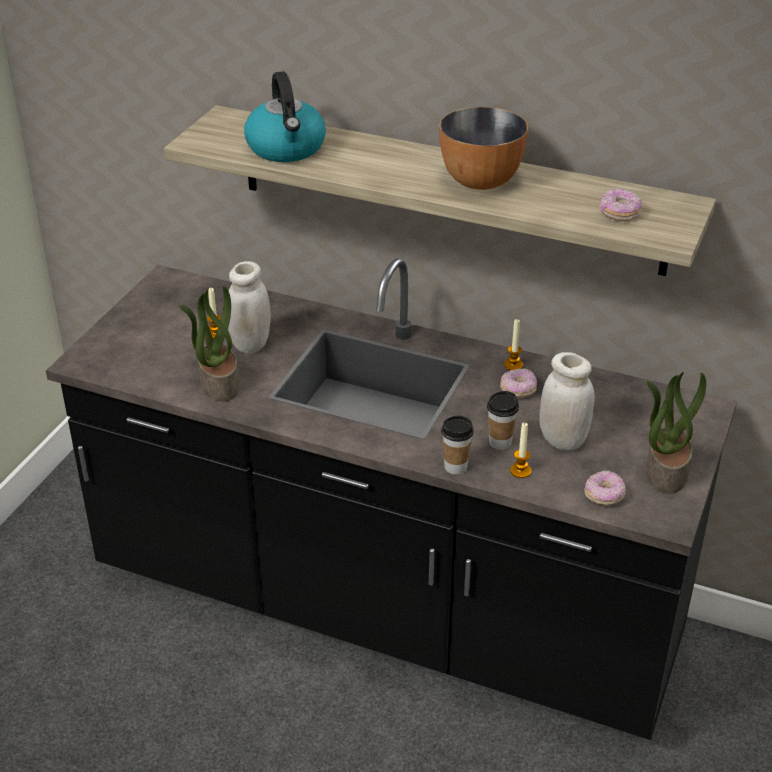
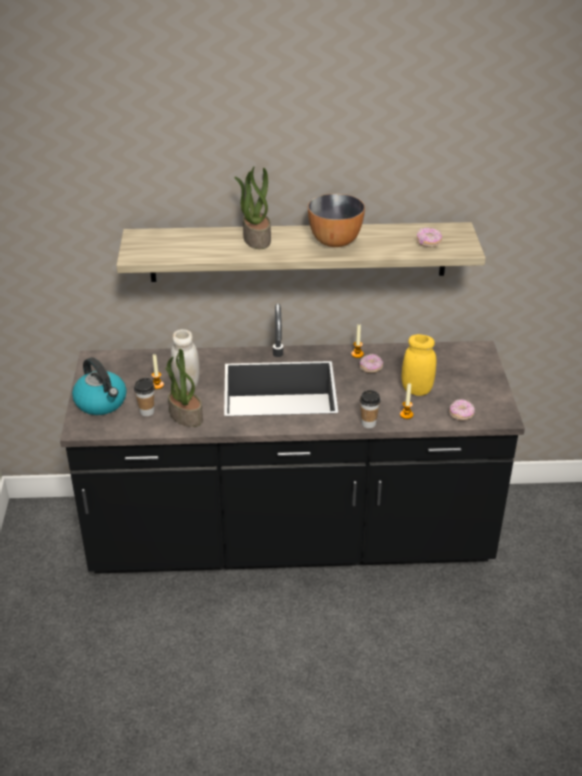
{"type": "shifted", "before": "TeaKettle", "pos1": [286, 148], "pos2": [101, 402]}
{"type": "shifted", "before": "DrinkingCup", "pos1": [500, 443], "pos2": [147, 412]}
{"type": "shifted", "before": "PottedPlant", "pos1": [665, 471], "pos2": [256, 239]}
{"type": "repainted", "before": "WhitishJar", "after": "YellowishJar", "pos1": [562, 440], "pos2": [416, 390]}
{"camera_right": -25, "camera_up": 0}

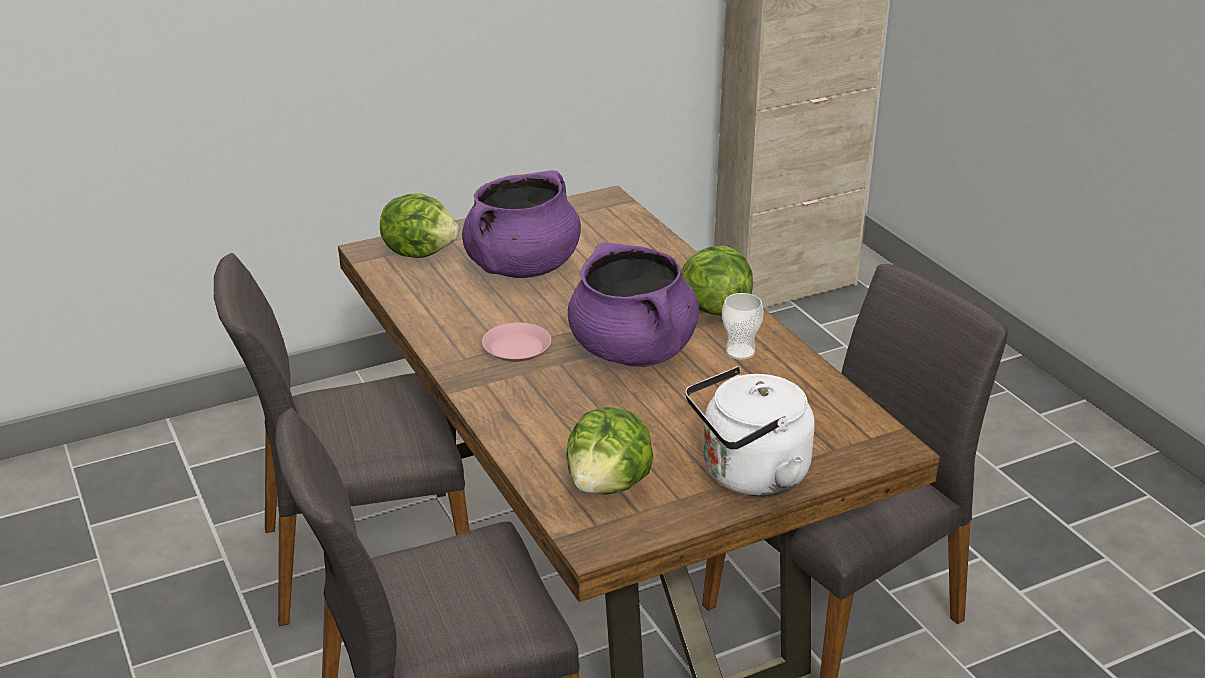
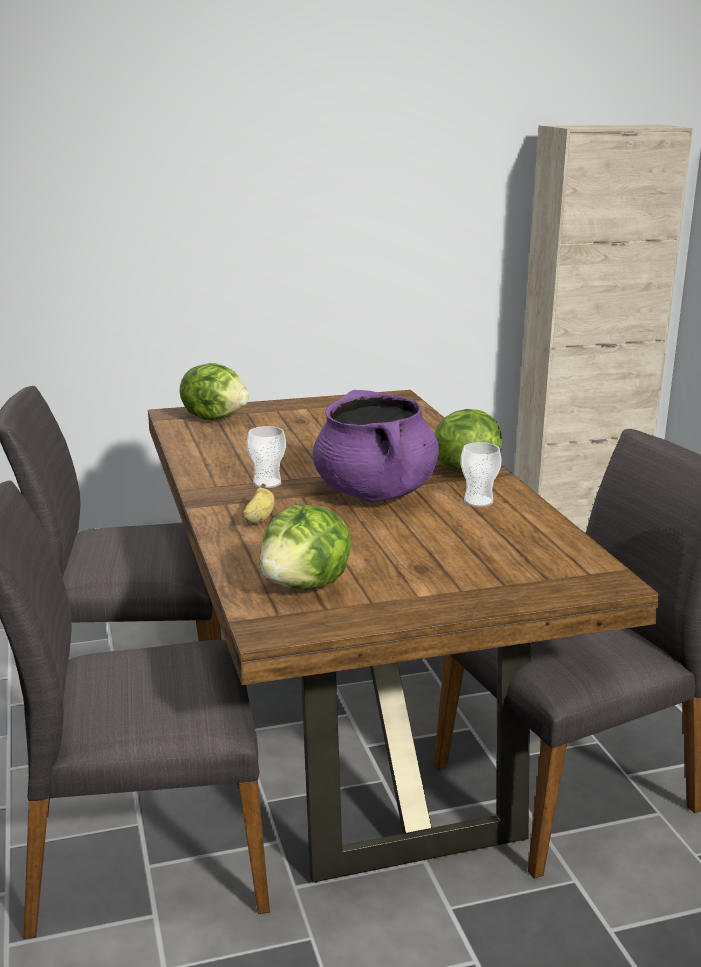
{"type": "new", "after": "Banana", "pos2": [259, 519]}
{"type": "swapped", "before": "PinkFlatDish", "after": "DrinkingCup", "pos1": [516, 348], "pos2": [267, 483]}
{"type": "gone", "before": "PurplishStockpot", "pos1": [522, 267]}
{"type": "gone", "before": "WhitishTeaKettle", "pos1": [749, 476]}
{"camera_right": 10, "camera_up": -10}

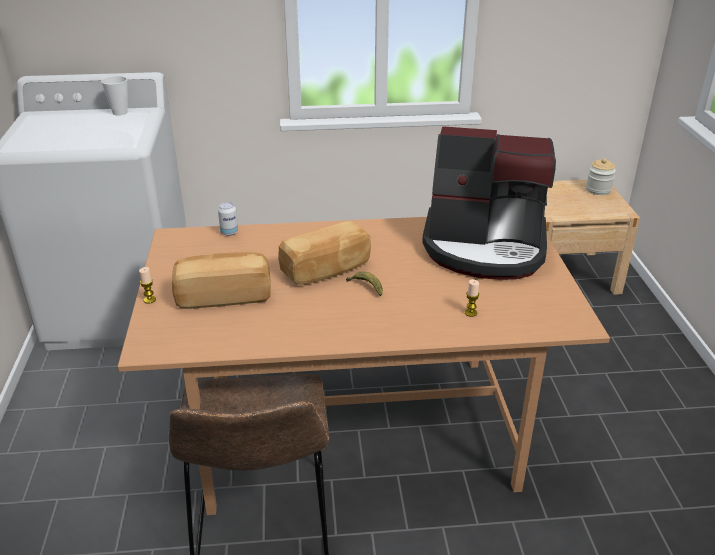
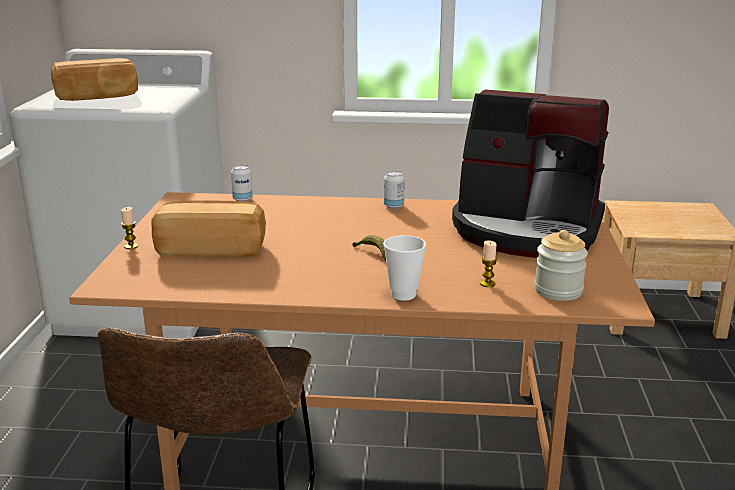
{"type": "shifted", "before": "BakeryBread", "pos1": [327, 270], "pos2": [97, 97]}
{"type": "shifted", "before": "DrinkingCup", "pos1": [120, 112], "pos2": [403, 295]}
{"type": "new", "after": "Can", "pos2": [393, 206]}
{"type": "shifted", "before": "Jar", "pos1": [598, 190], "pos2": [558, 291]}
{"camera_right": 10, "camera_up": -10}

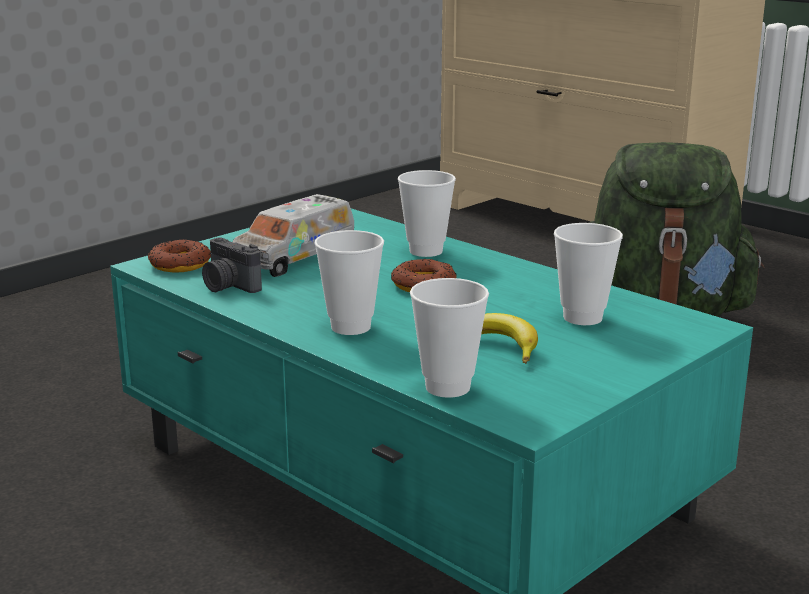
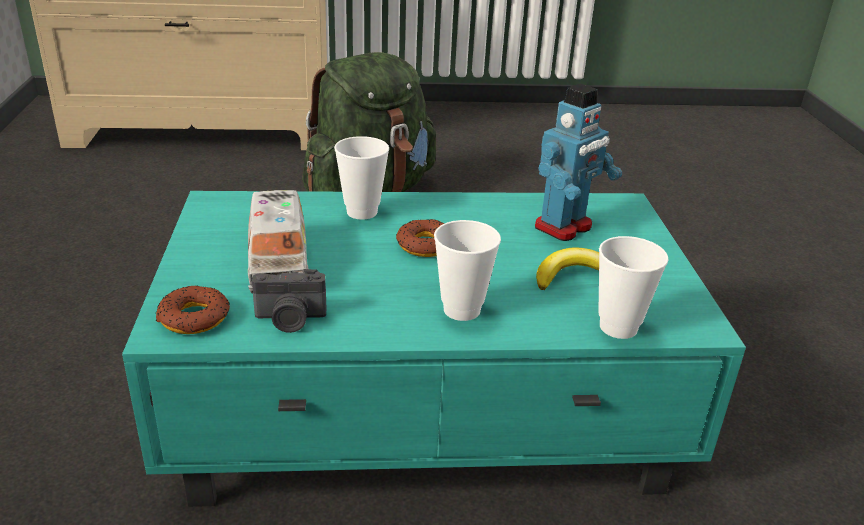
{"type": "swapped", "before": "DrinkingCup", "after": "ModelRobot", "pos1": [582, 317], "pos2": [564, 227]}
{"camera_right": -50, "camera_up": 10}

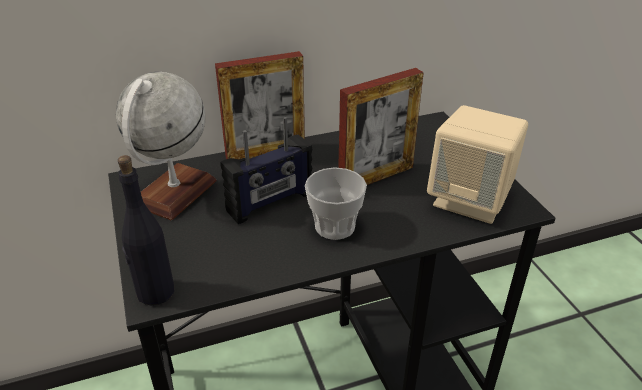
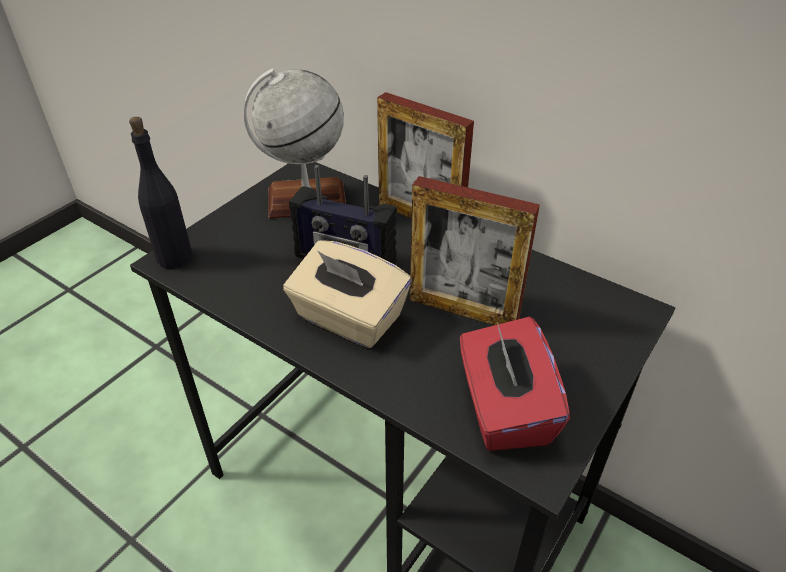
{"type": "swapped", "before": "DrinkingCup", "after": "BeigeColouredTissueHolder", "pos1": [335, 226], "pos2": [348, 319]}
{"type": "swapped", "before": "BeigeColouredSpeaker", "after": "RedColouredTissueHolder", "pos1": [470, 200], "pos2": [503, 409]}
{"camera_right": 55, "camera_up": 5}

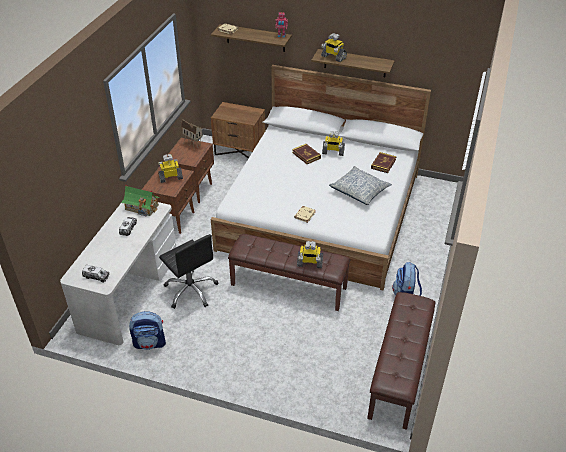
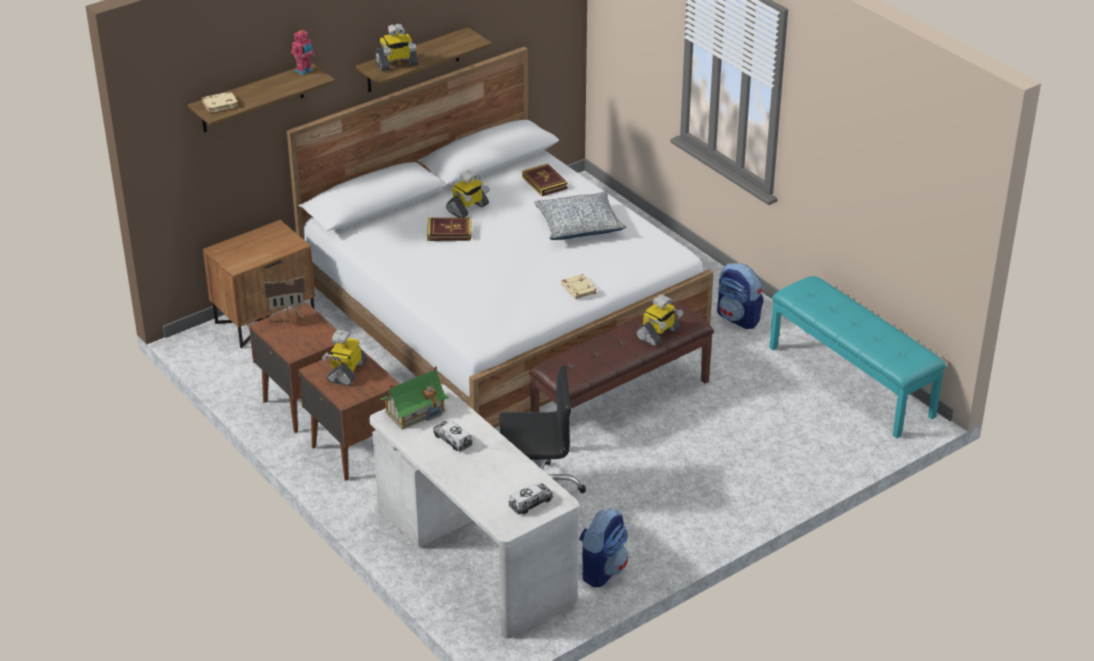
{"type": "repainted", "before": "BrownishIndoorBench", "after": "TurquoiseColouredIndoorBench", "pos1": [400, 372], "pos2": [851, 381]}
{"camera_right": -55, "camera_up": -5}

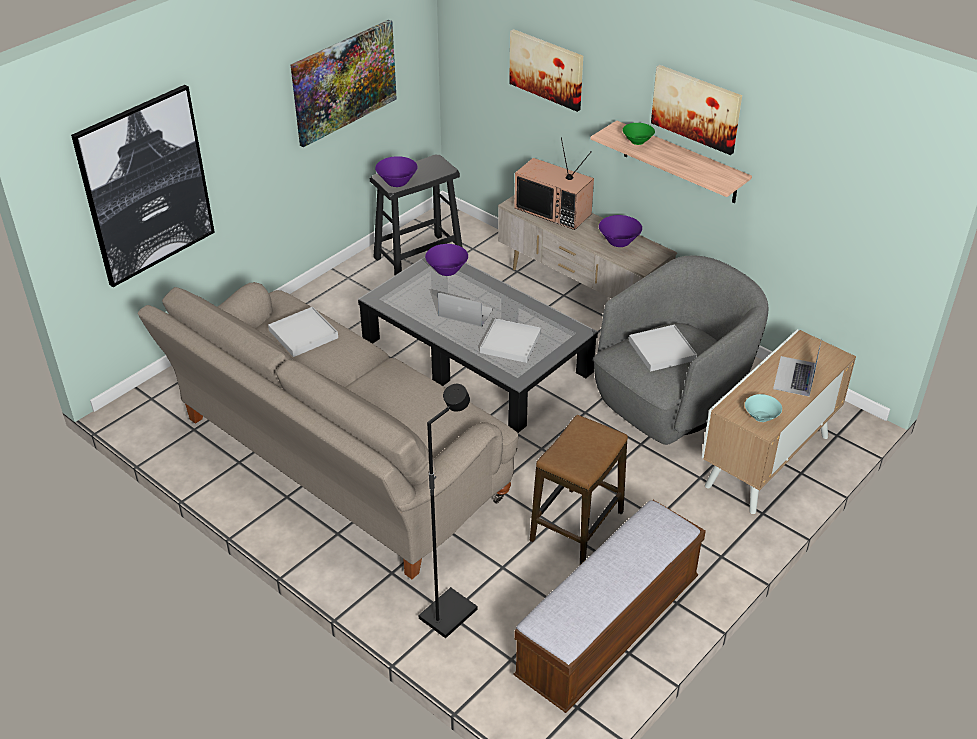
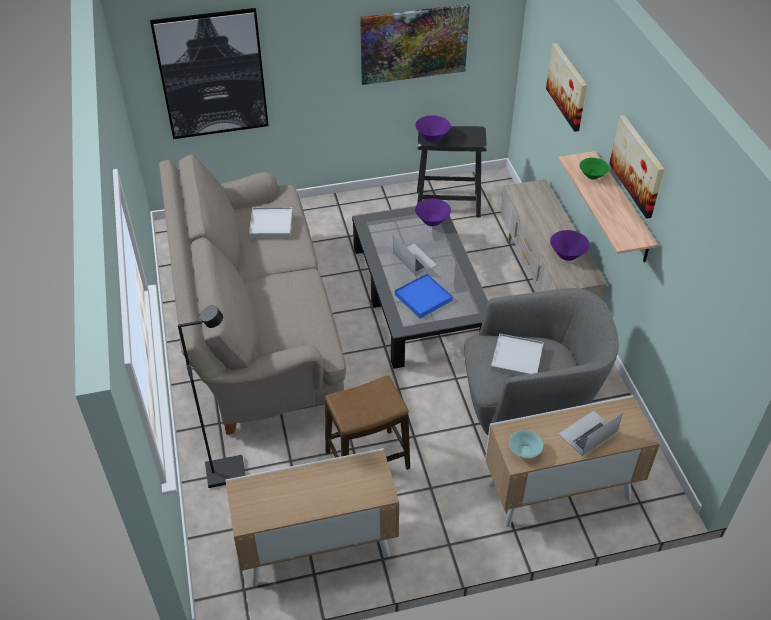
{"type": "swapped", "before": "IndoorBench", "after": "Cabinet", "pos1": [608, 629], "pos2": [316, 548]}
{"type": "repainted", "before": "WhitishTray", "after": "BlueColouredTray", "pos1": [510, 343], "pos2": [423, 297]}
{"type": "gone", "before": "TvSet", "pos1": [554, 211]}
{"camera_right": 35, "camera_up": 5}

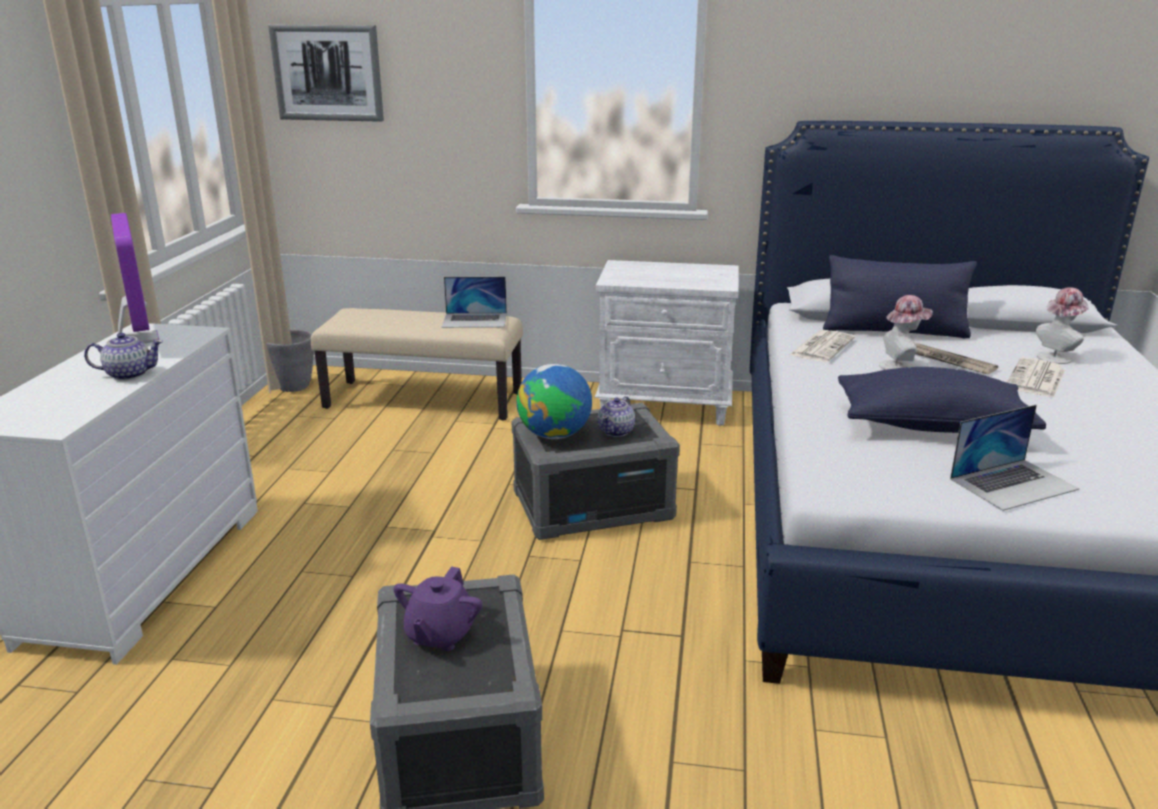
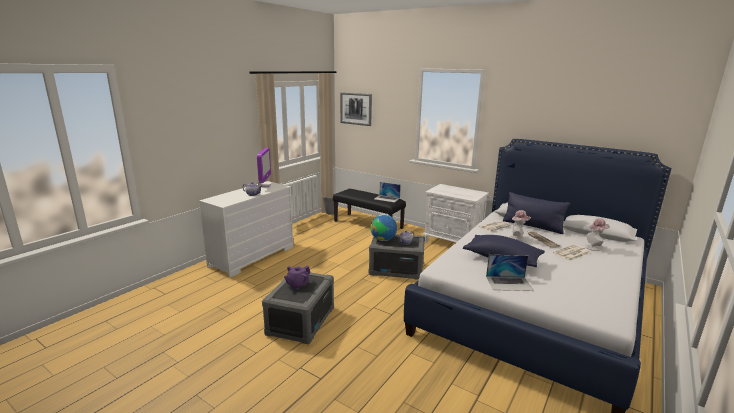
{"type": "repainted", "before": "BeigeColouredIndoorBench", "after": "BlackishIndoorBench", "pos1": [424, 400], "pos2": [368, 224]}
{"camera_right": 25, "camera_up": -5}

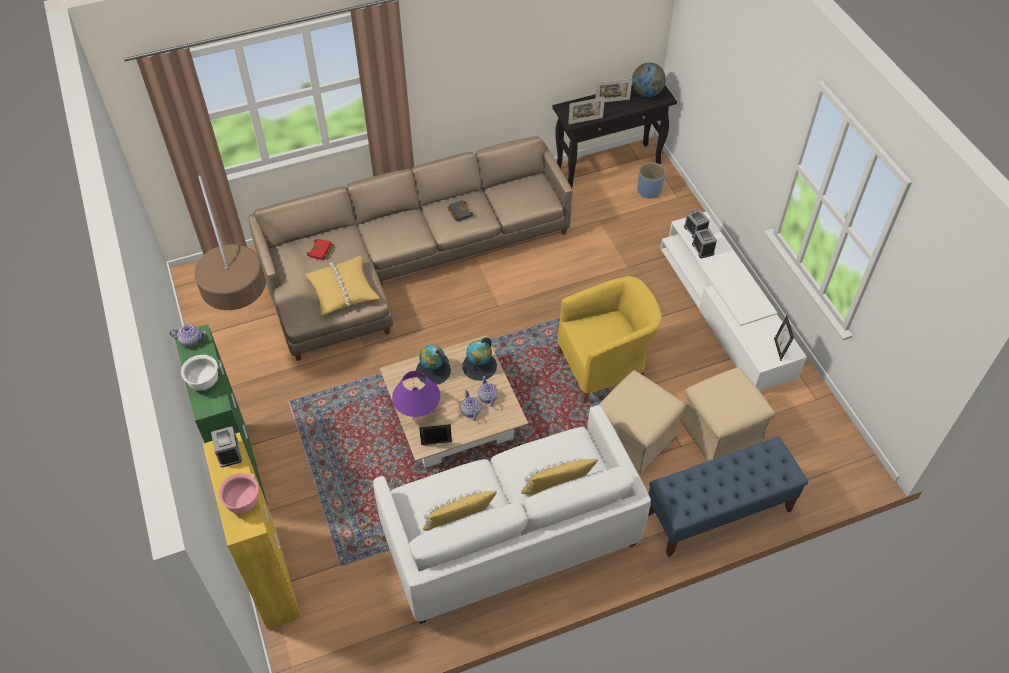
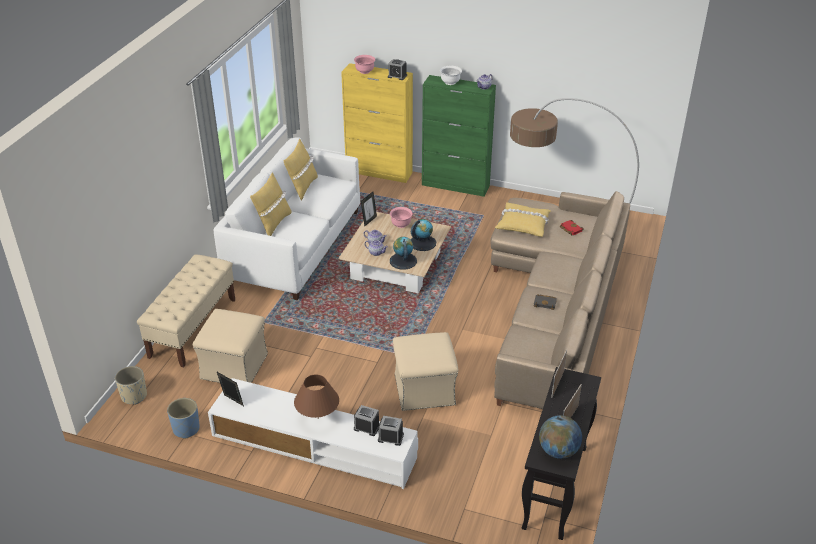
{"type": "new", "after": "BeigeColouredPlantPot", "pos2": [134, 396]}
{"type": "repainted", "before": "BlueColouredIndoorBench", "after": "BeigeColouredIndoorBench", "pos1": [718, 512], "pos2": [193, 327]}
{"type": "shifted", "before": "BlueColouredPlantPot", "pos1": [649, 191], "pos2": [186, 429]}
{"type": "new", "after": "BrownishTableLamp", "pos2": [318, 418]}
{"type": "swapped", "before": "PurplishTableLamp", "after": "PinkDeepDish", "pos1": [418, 411], "pos2": [401, 225]}
{"type": "shifted", "before": "BeigeColouredOttoman", "pos1": [635, 437], "pos2": [423, 390]}
{"type": "gone", "before": "YellowishLoungeChair", "pos1": [605, 367]}
{"camera_right": 130, "camera_up": -15}

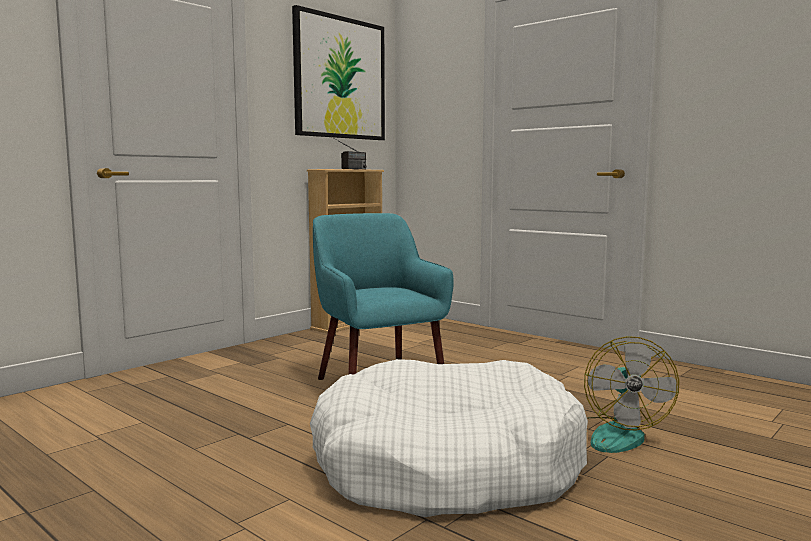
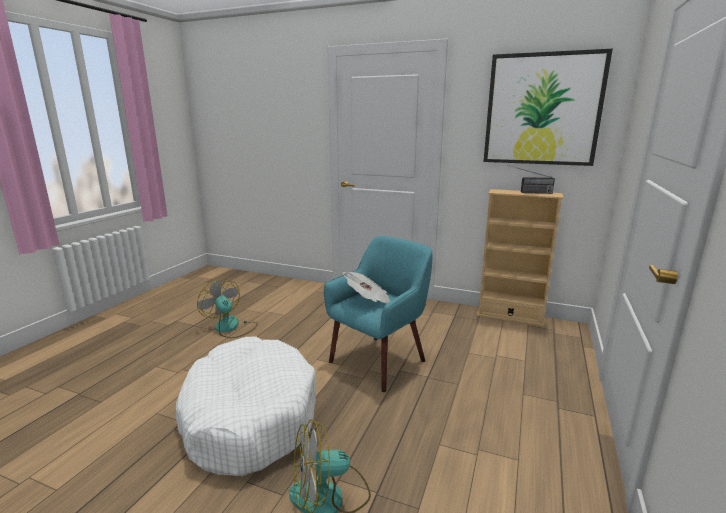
{"type": "new", "after": "CoolingFan", "pos2": [231, 328]}
{"type": "new", "after": "PrintedPaper", "pos2": [368, 300]}
{"camera_right": 70, "camera_up": 10}

